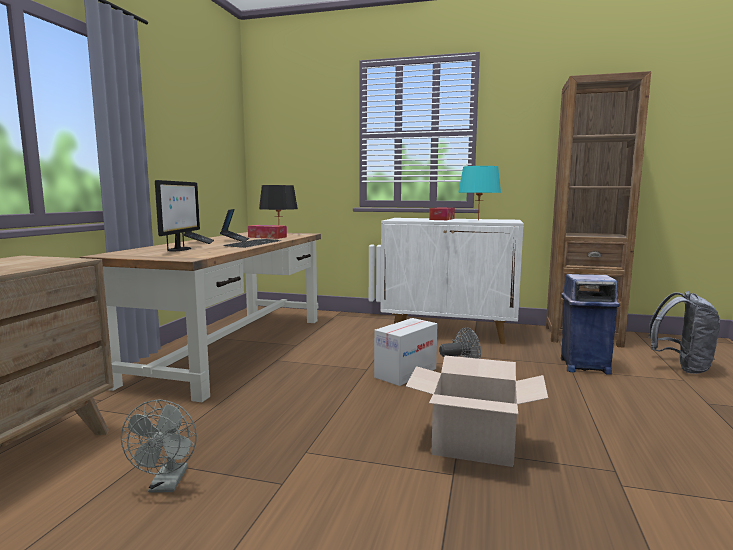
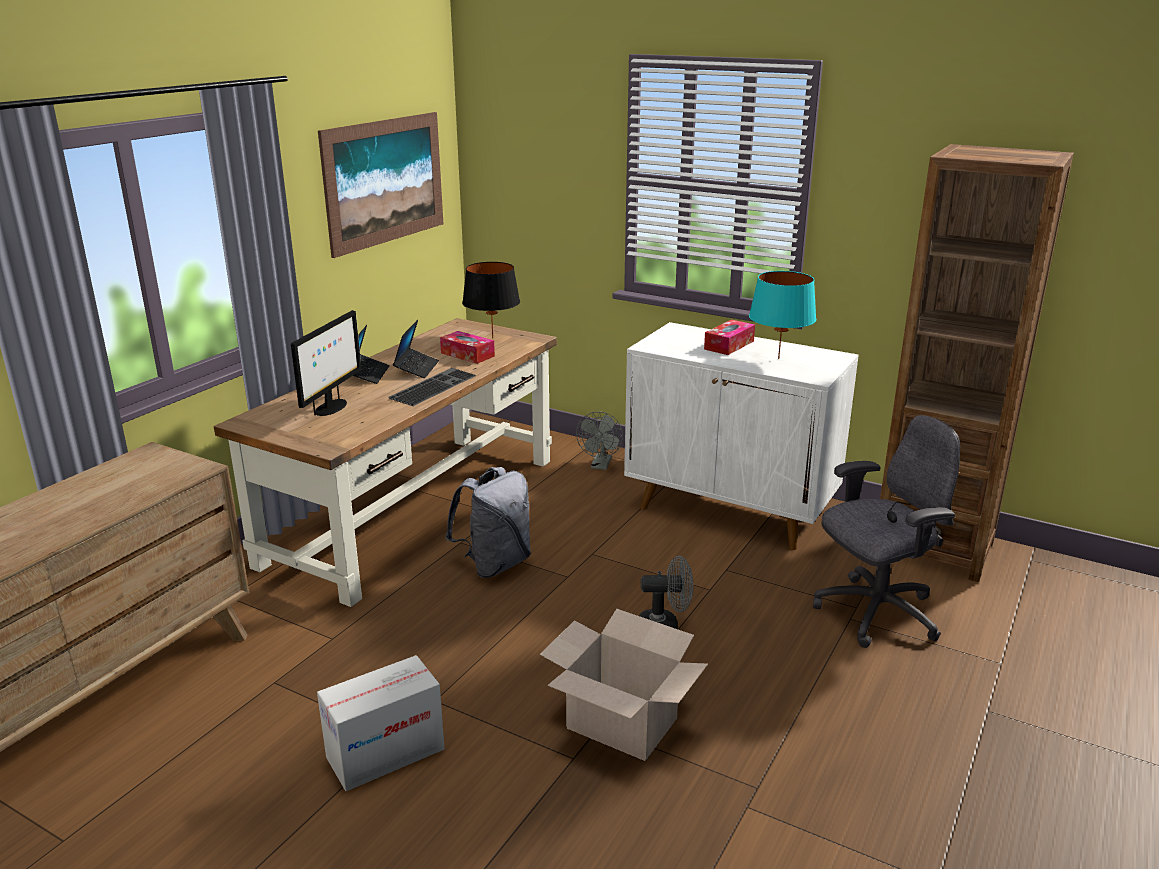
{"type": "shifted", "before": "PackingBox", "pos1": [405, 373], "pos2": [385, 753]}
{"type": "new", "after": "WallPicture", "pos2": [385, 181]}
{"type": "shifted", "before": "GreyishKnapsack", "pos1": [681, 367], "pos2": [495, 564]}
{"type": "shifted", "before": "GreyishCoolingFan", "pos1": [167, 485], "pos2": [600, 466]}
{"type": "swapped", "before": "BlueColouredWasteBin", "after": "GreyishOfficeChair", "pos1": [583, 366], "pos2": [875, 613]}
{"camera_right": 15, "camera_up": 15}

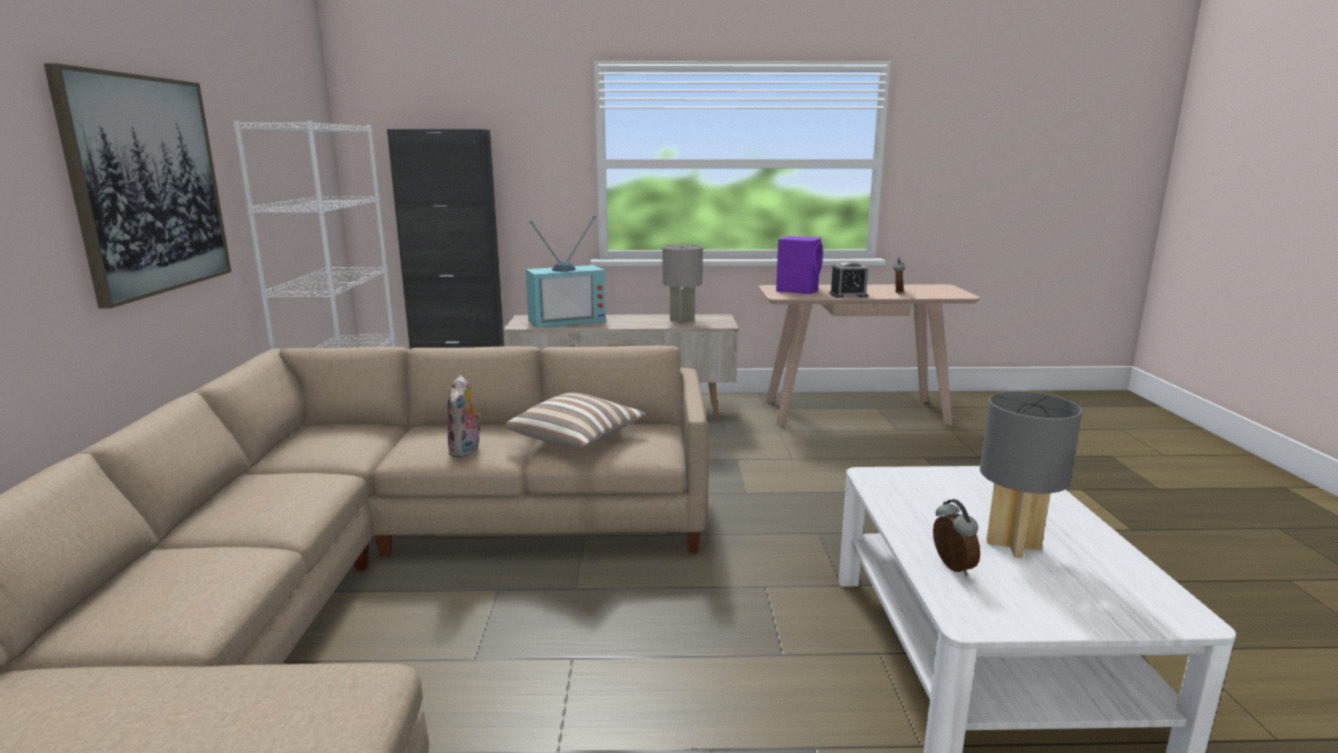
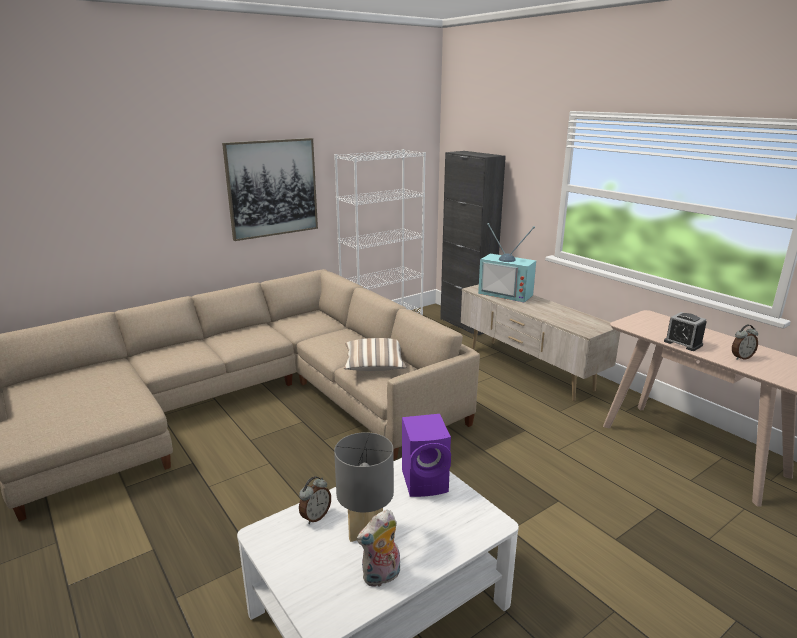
{"type": "shifted", "before": "CuddlyToy", "pos1": [466, 451], "pos2": [381, 577]}
{"type": "shifted", "before": "PurplishSpeaker", "pos1": [798, 290], "pos2": [426, 481]}
{"type": "gone", "before": "GreyishTableLamp", "pos1": [682, 320]}
{"camera_right": 55, "camera_up": 5}

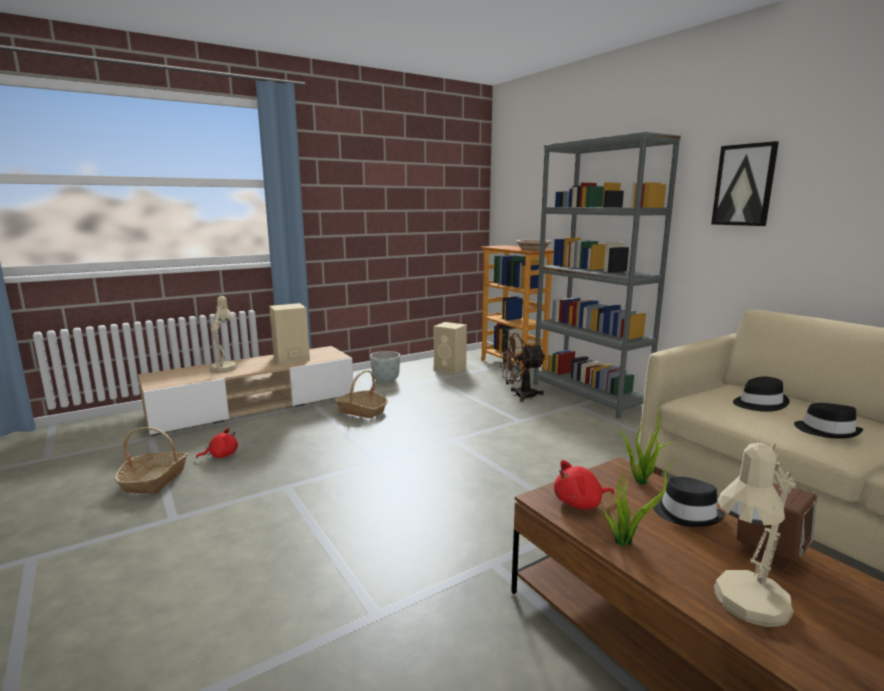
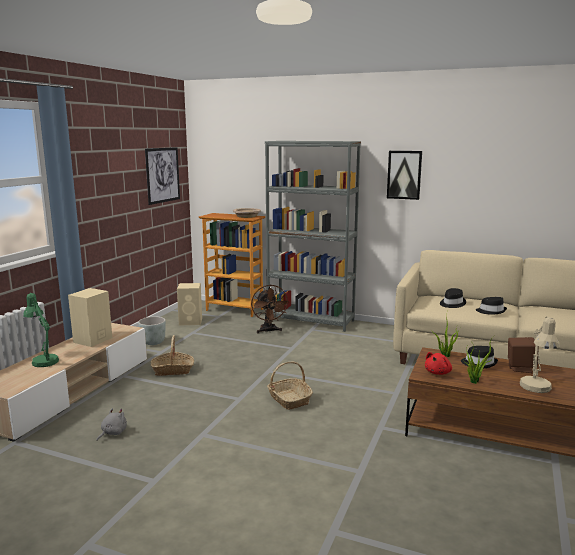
{"type": "repainted", "before": "BeigeColouredTableLamp", "after": "GreenTableLamp", "pos1": [225, 367], "pos2": [43, 360]}
{"type": "repainted", "before": "RedColouredCuddlyToy", "after": "GreyishCuddlyToy", "pos1": [221, 455], "pos2": [112, 433]}
{"type": "new", "after": "WallPicture", "pos2": [162, 175]}
{"type": "rotated", "before": "BrownishCoolingFan", "pos1": [519, 395], "pos2": [269, 331], "turn": -60}
{"type": "shifted", "before": "StorageBasket", "pos1": [155, 479], "pos2": [289, 399]}
{"camera_right": -35, "camera_up": 0}

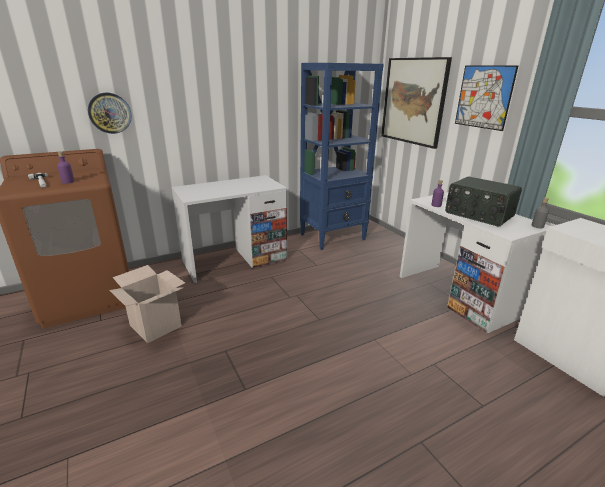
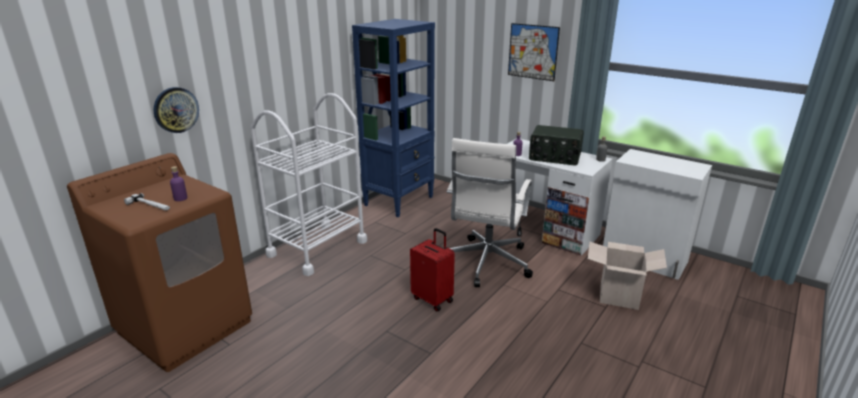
{"type": "swapped", "before": "WhitishDeskTable", "after": "WhitishTrolley", "pos1": [235, 260], "pos2": [317, 248]}
{"type": "new", "after": "RedColouredTravelCase", "pos2": [433, 299]}
{"type": "new", "after": "WhitishOfficeChair", "pos2": [486, 263]}
{"type": "shifted", "before": "PackingBox", "pos1": [155, 326], "pos2": [618, 296]}
{"type": "gone", "before": "WallPicture", "pos1": [413, 101]}
{"camera_right": -25, "camera_up": 0}

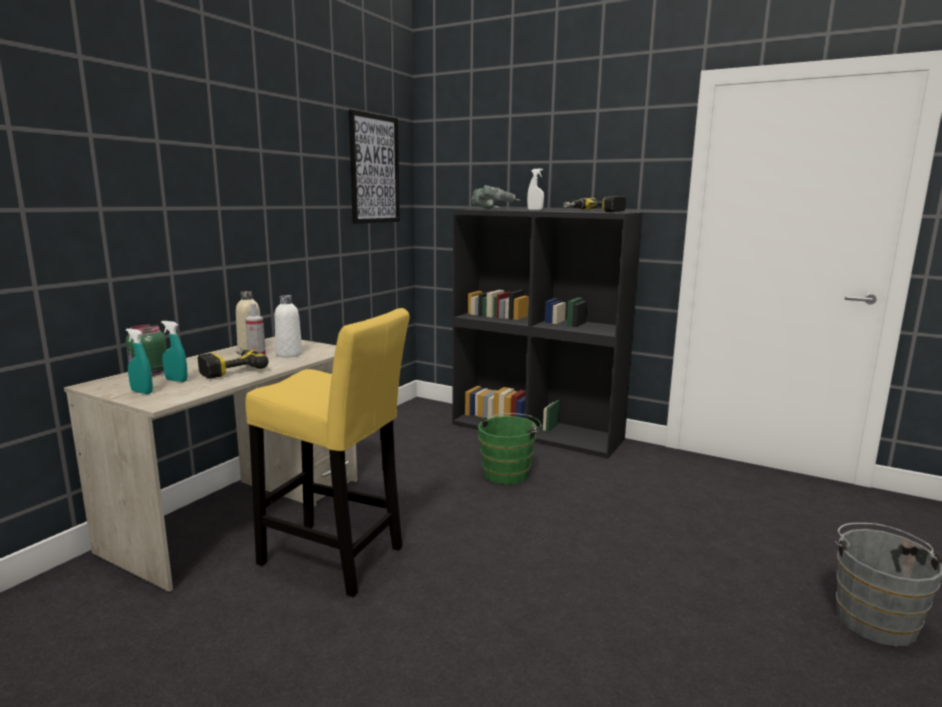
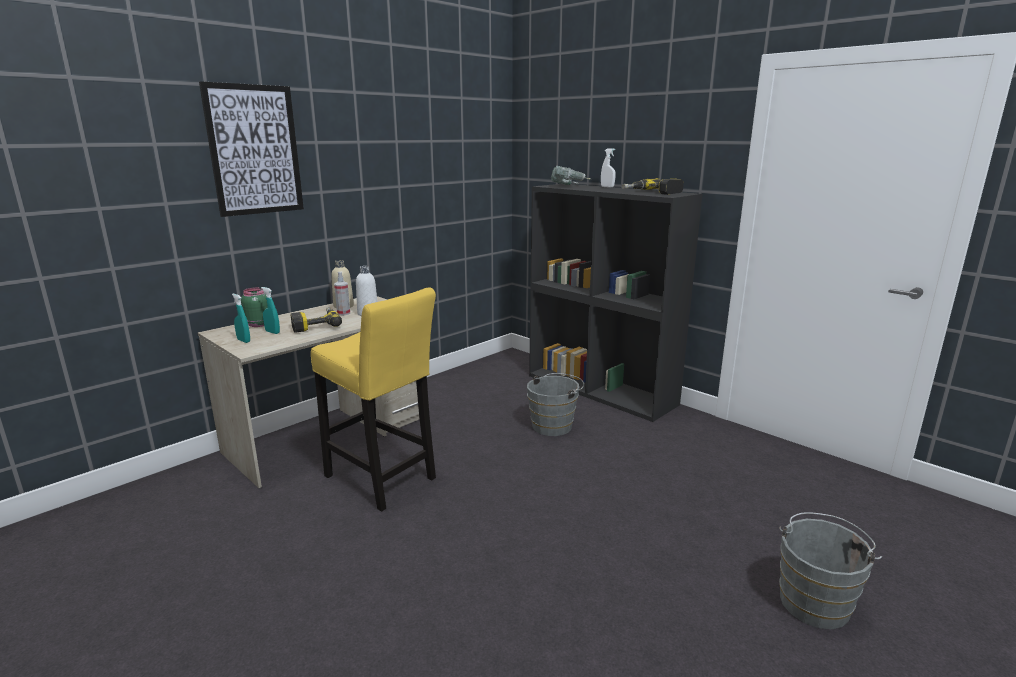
{"type": "shifted", "before": "WallPicture", "pos1": [374, 169], "pos2": [254, 150]}
{"type": "repainted", "before": "GreenWaterBucket", "after": "GreyishWaterBucket", "pos1": [508, 473], "pos2": [554, 425]}
{"camera_right": 15, "camera_up": 5}

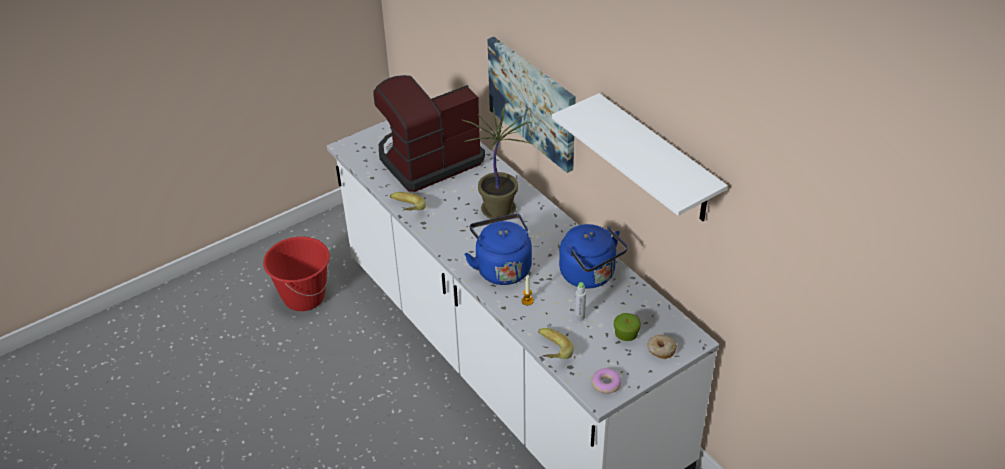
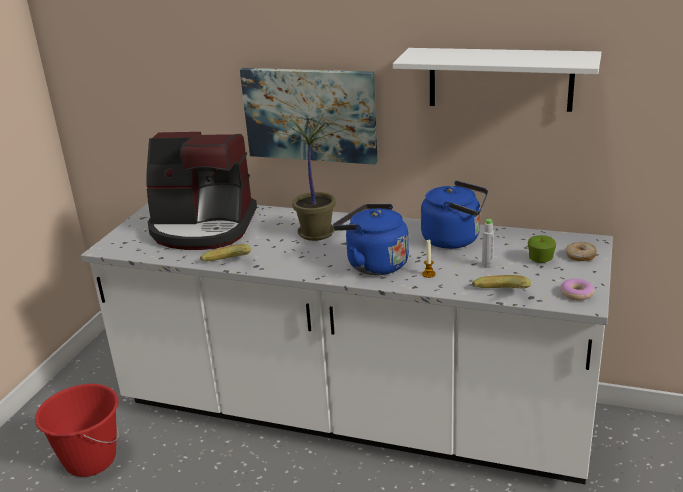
{"type": "rotated", "before": "CoffeeBrewer", "pos1": [428, 159], "pos2": [203, 228], "turn": -105}
{"camera_right": -35, "camera_up": -15}

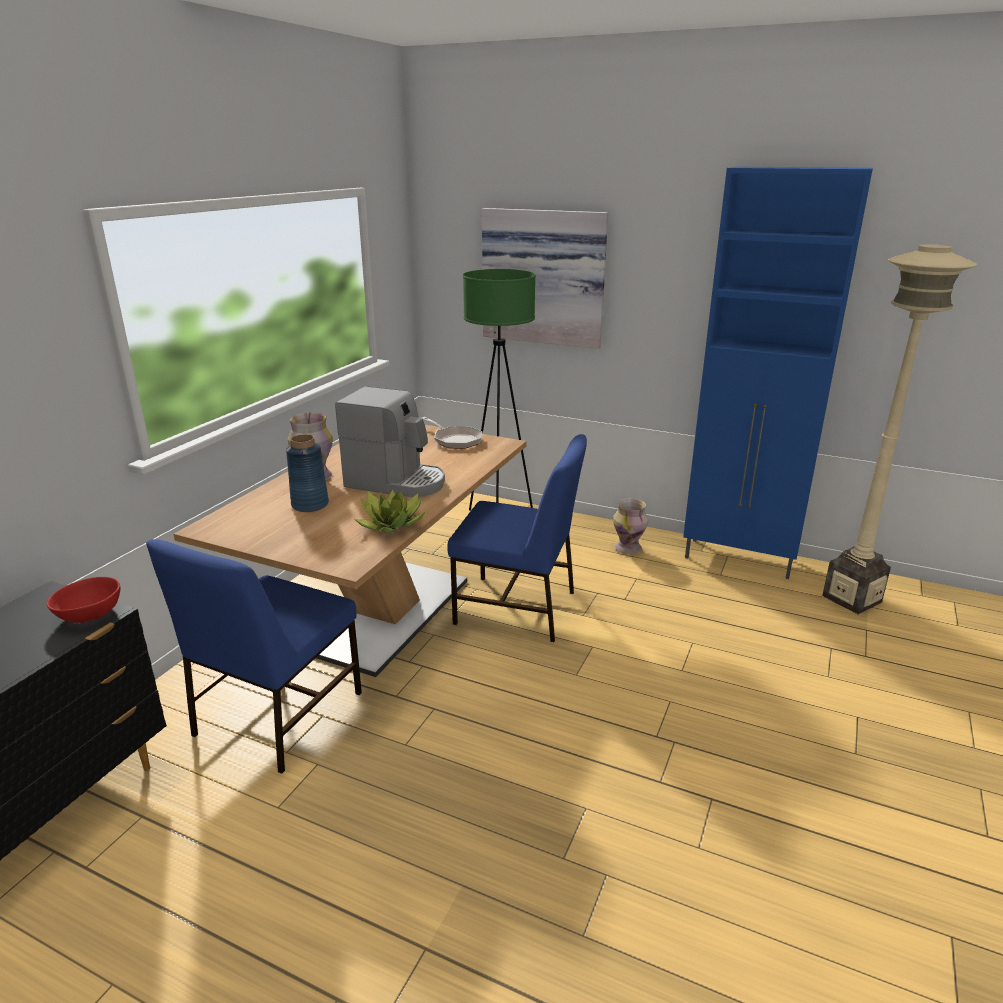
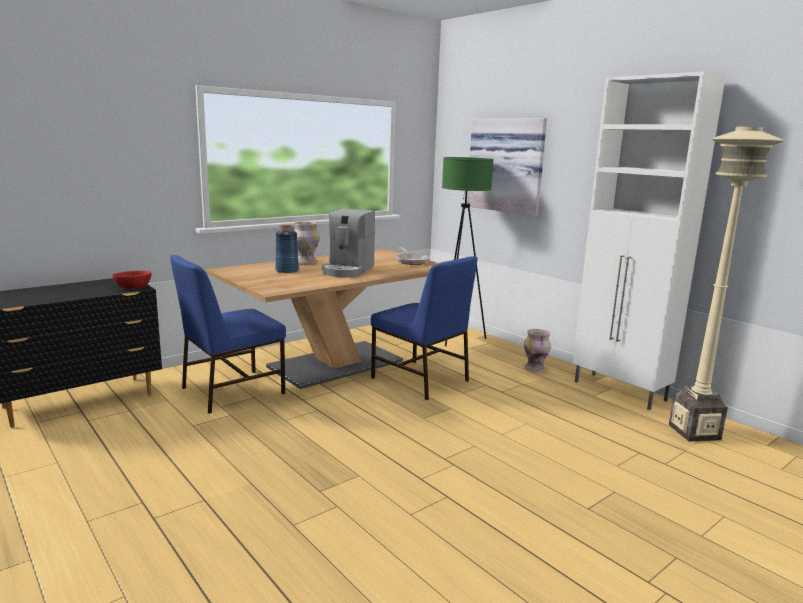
{"type": "rotated", "before": "CoffeeBrewer", "pos1": [396, 482], "pos2": [347, 270], "turn": 60}
{"type": "repainted", "before": "BlueColouredCabinet", "after": "WhitishCabinet", "pos1": [740, 559], "pos2": [620, 391]}
{"type": "gone", "before": "PottedPlant", "pos1": [391, 524]}
{"camera_right": 25, "camera_up": -10}

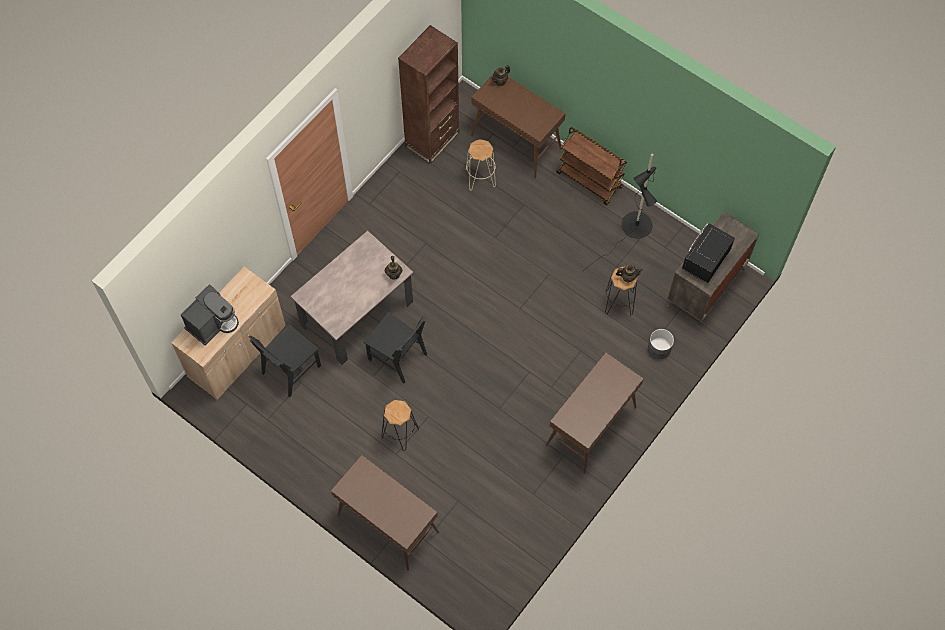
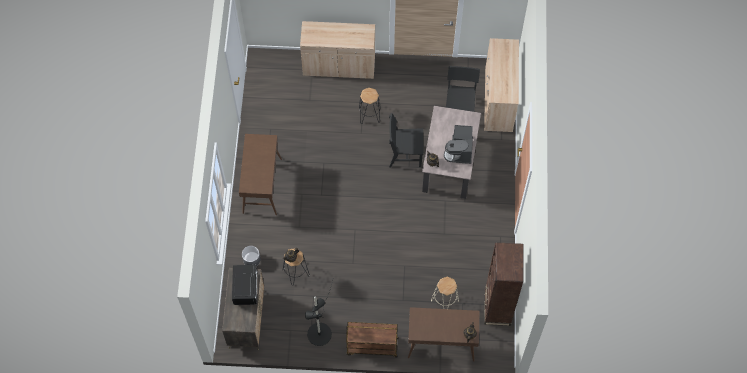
{"type": "swapped", "before": "BrownishConsoleTable", "after": "BeigeColouredCabinet", "pos1": [387, 524], "pos2": [339, 66]}
{"type": "shifted", "before": "CoffeeBrewer", "pos1": [213, 323], "pos2": [460, 151]}
{"camera_right": 145, "camera_up": 0}

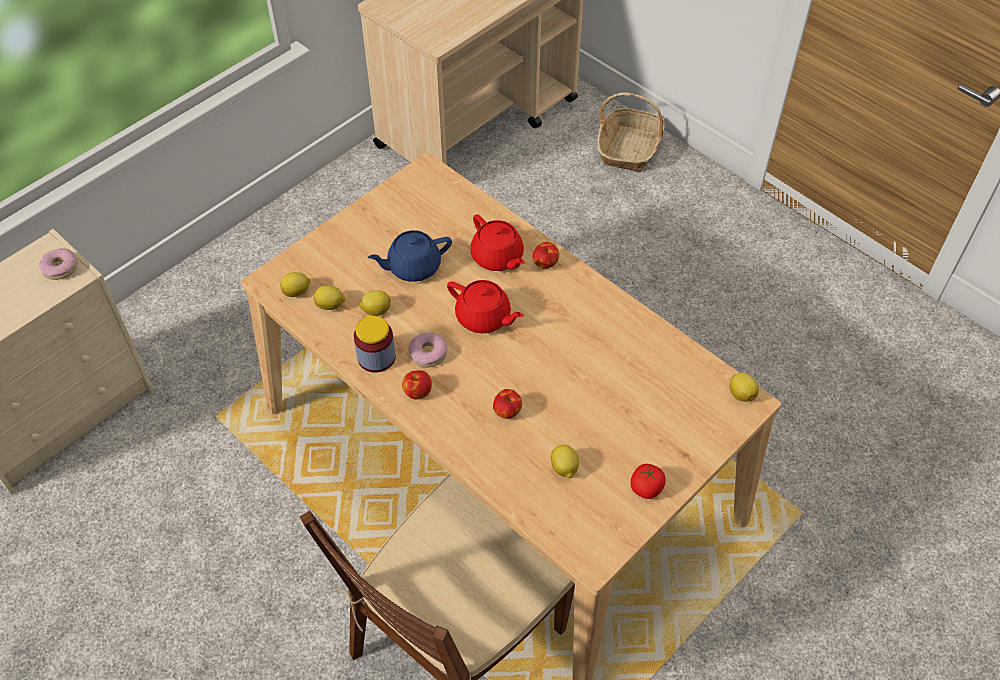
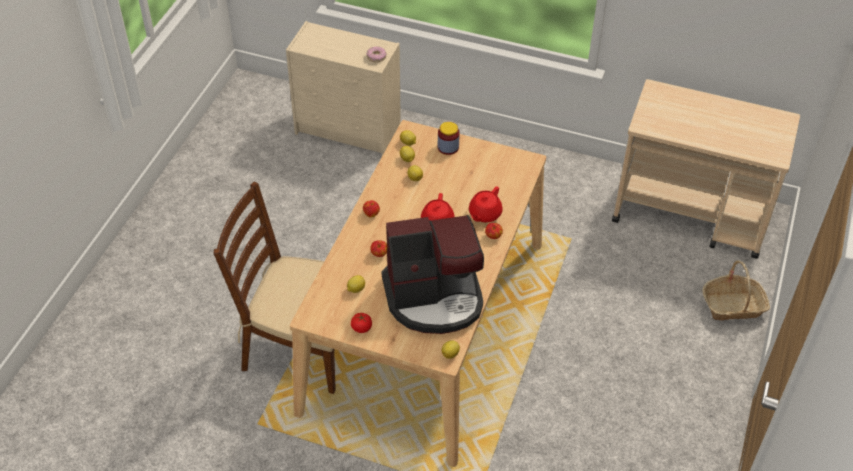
{"type": "new", "after": "CoffeeBrewer", "pos2": [434, 298]}
{"type": "shifted", "before": "Jar", "pos1": [376, 357], "pos2": [448, 147]}
{"type": "gone", "before": "BlueColouredPotForTea", "pos1": [413, 267]}
{"type": "gone", "before": "RingDoughnut", "pos1": [428, 353]}
{"camera_right": 65, "camera_up": -5}

